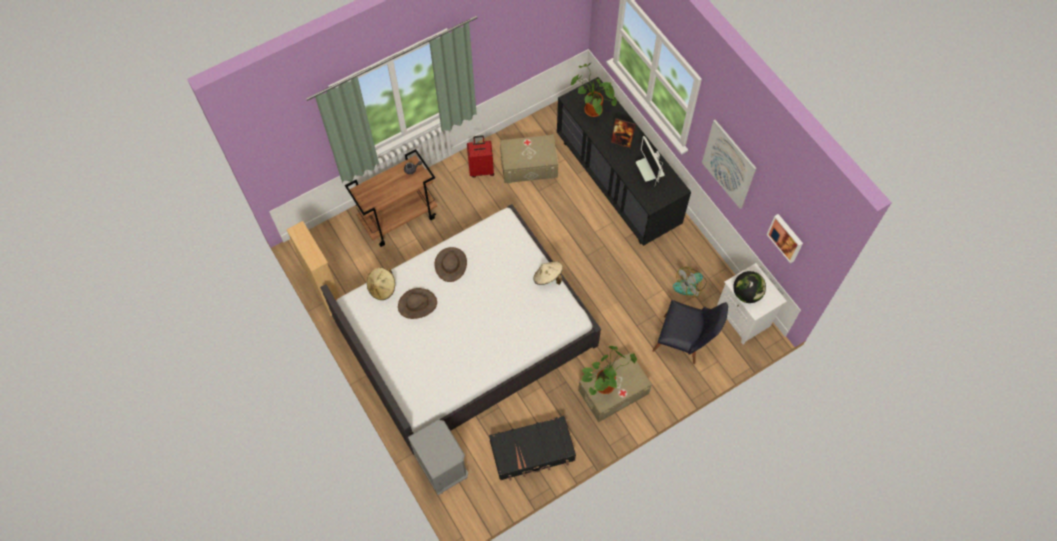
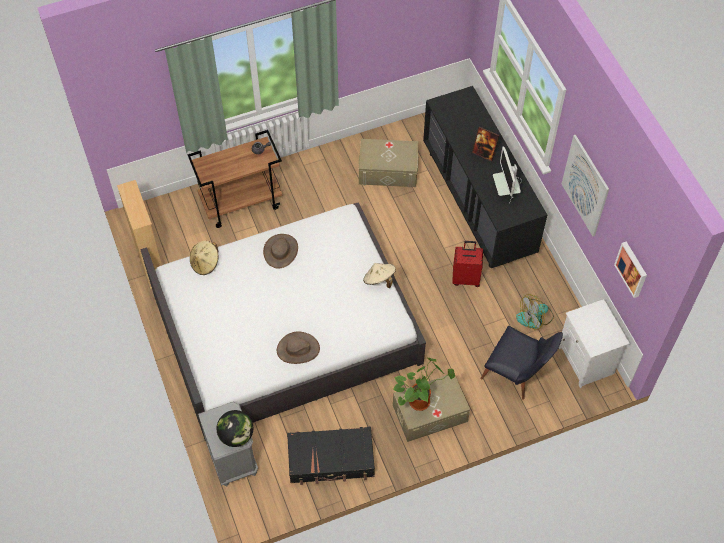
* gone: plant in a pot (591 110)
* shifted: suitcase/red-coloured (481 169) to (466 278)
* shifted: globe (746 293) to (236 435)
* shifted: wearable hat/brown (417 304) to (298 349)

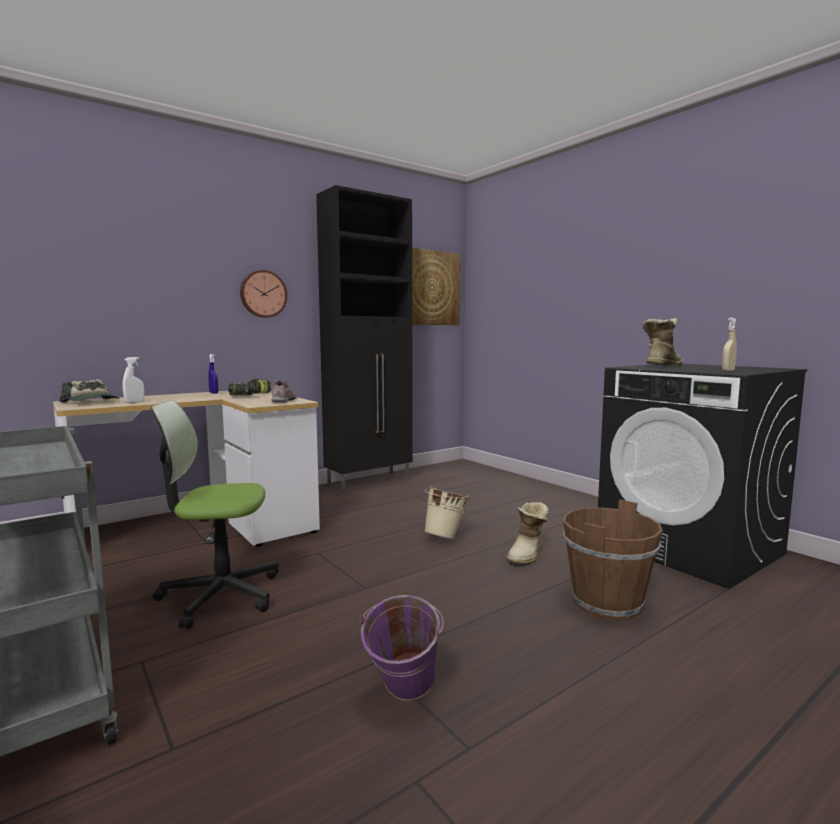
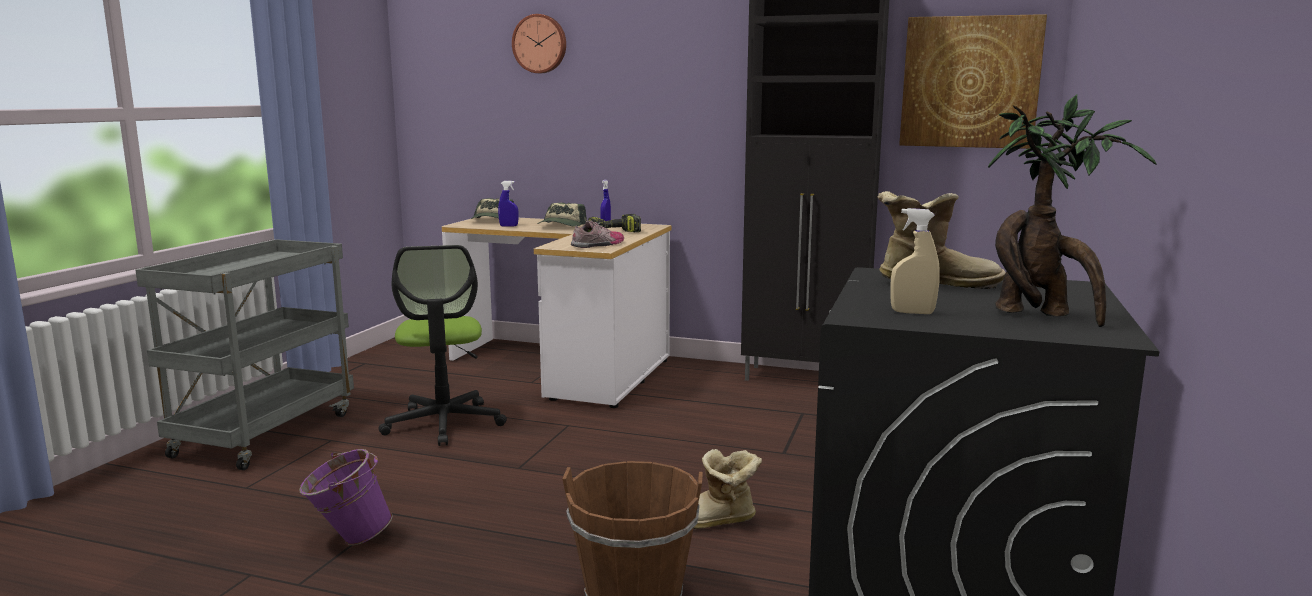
* shifted: clock on the wall (263 294) to (540 44)
* repainted: spray bottle/whitish (134 402) to spray bottle/blue (508 226)
* rotated: office chair (220 595) = (444 423) 150 degrees counterclockwise
* gone: bucket/beige (446 537)
* new: plant in a pot (1041 316)
* new: peaked cap (561 226)

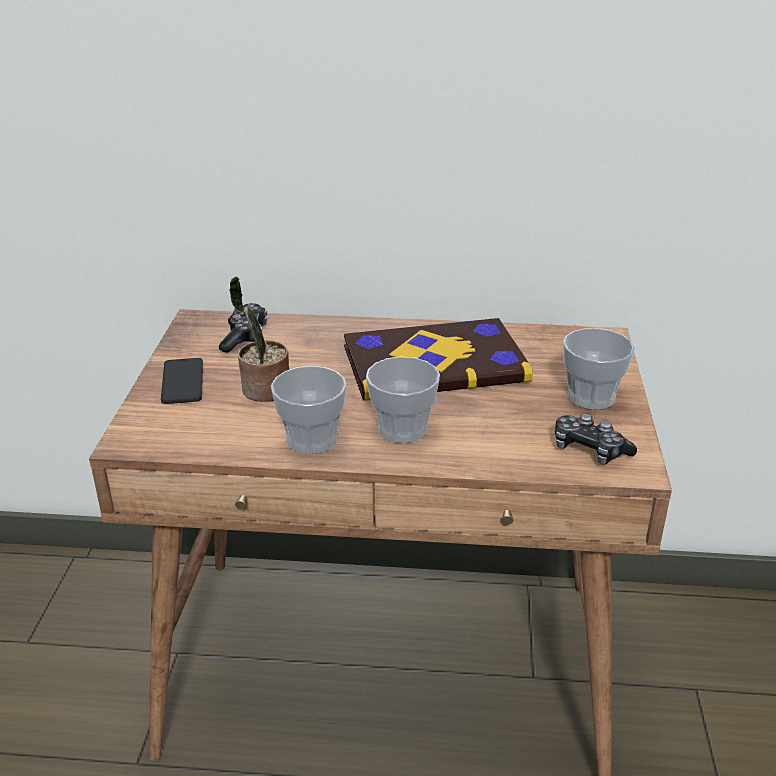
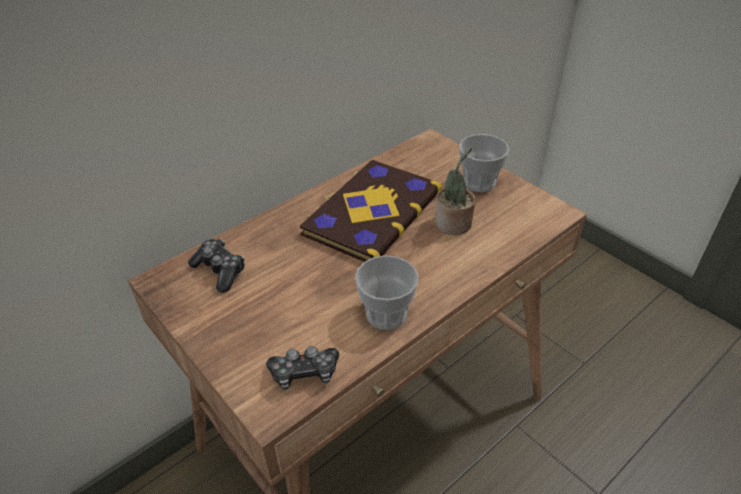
* shifted: plant in a pot (263 390) to (454 225)
* gone: drinking cup (402 429)
* gone: handset (182 381)
* shifted: gamepad (589 450) to (304 373)

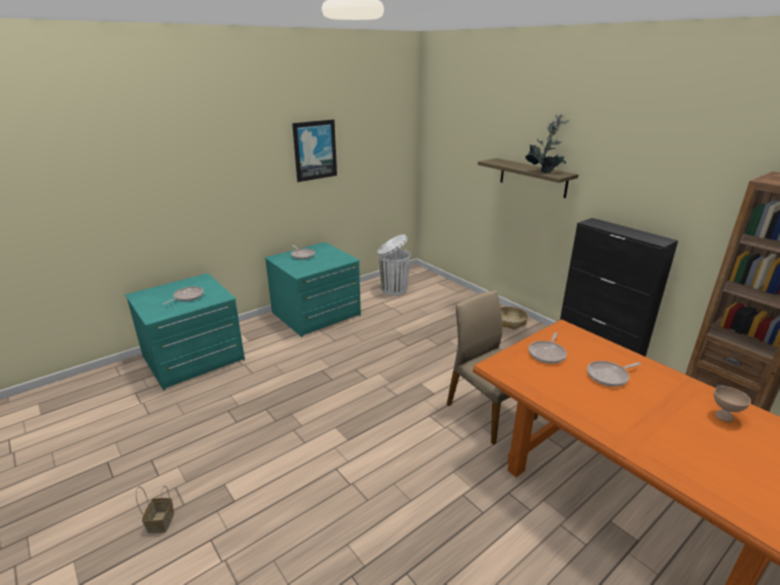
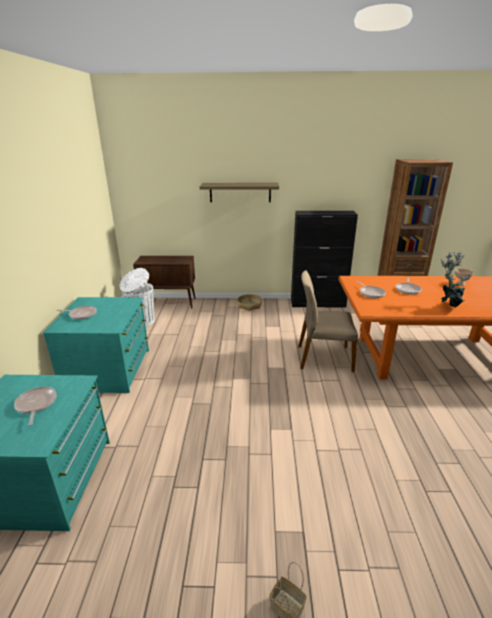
* shifted: plant in a pot (544 171) to (448 305)
* gone: picture (314 150)
* new: cupboard/brown (169 303)

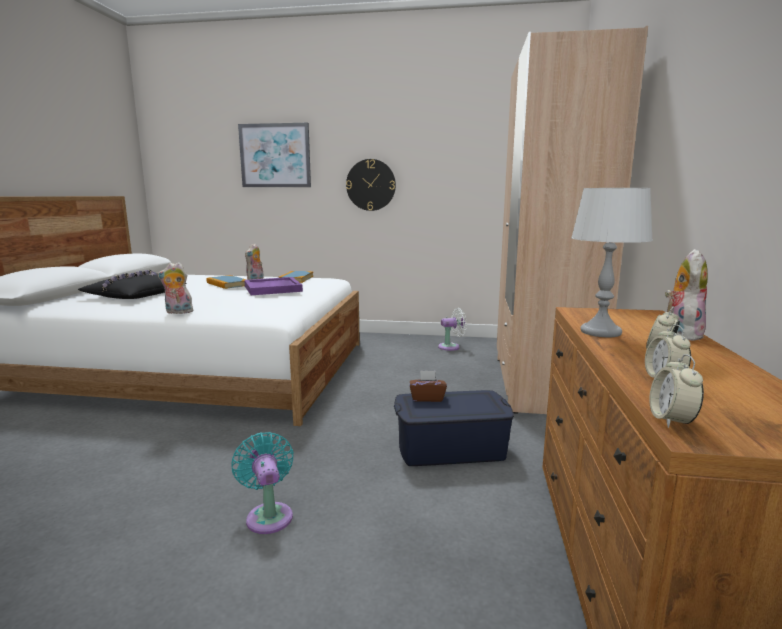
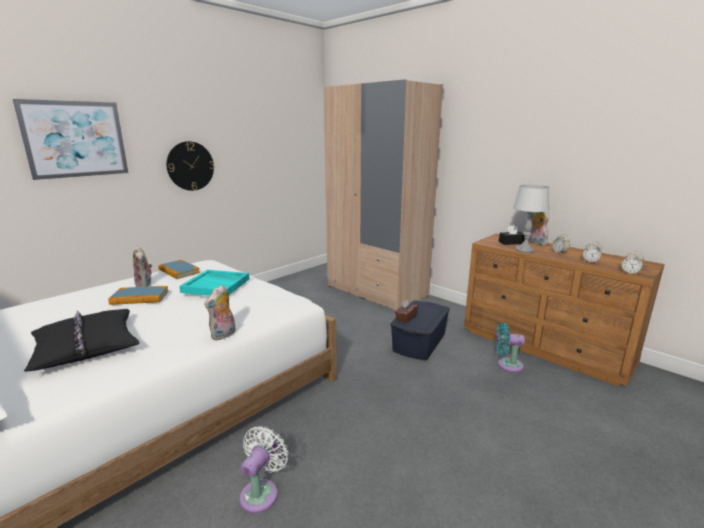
* repainted: tray/purplish (273 289) to tray/turquoise (217 285)
* shifted: cooling fan/whitish (451 347) to (261 492)
* shifted: cooling fan/turquoise (268 515) to (507 364)
* new: box of tissues/black-coloured (511 242)

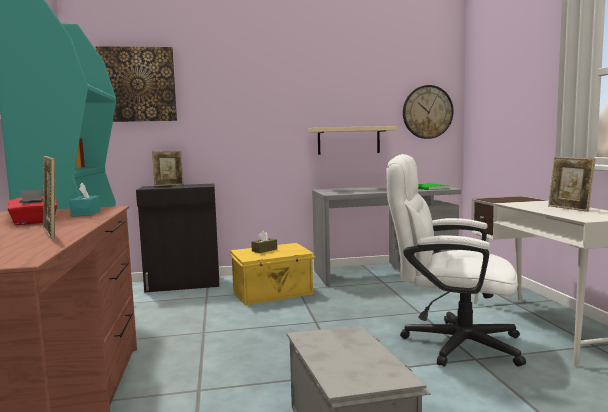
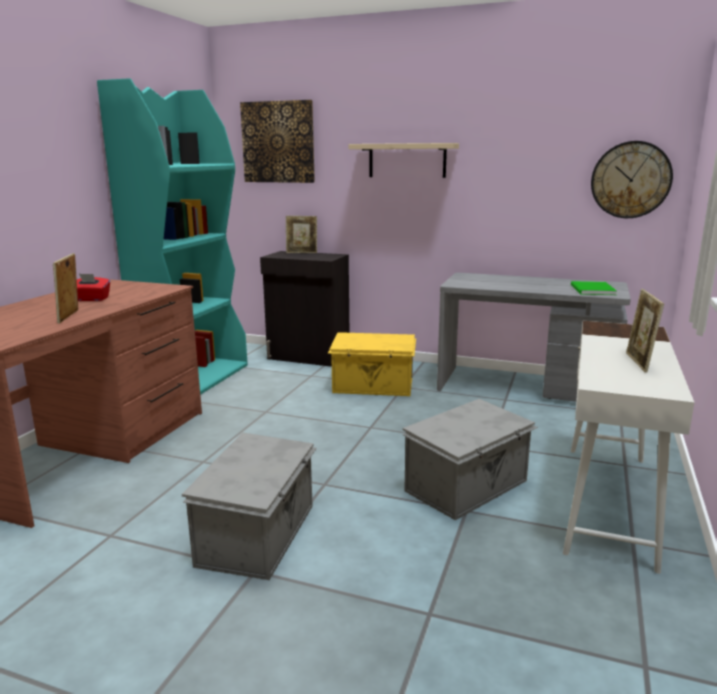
* shifted: wall shelf/beige (348 140) to (407 160)
* swapped: office chair/whitish (450 342) to storage bin/grey (468 486)
* gone: box of tissues/turquoise (86 213)
* gone: box of tissues/brown (264 250)

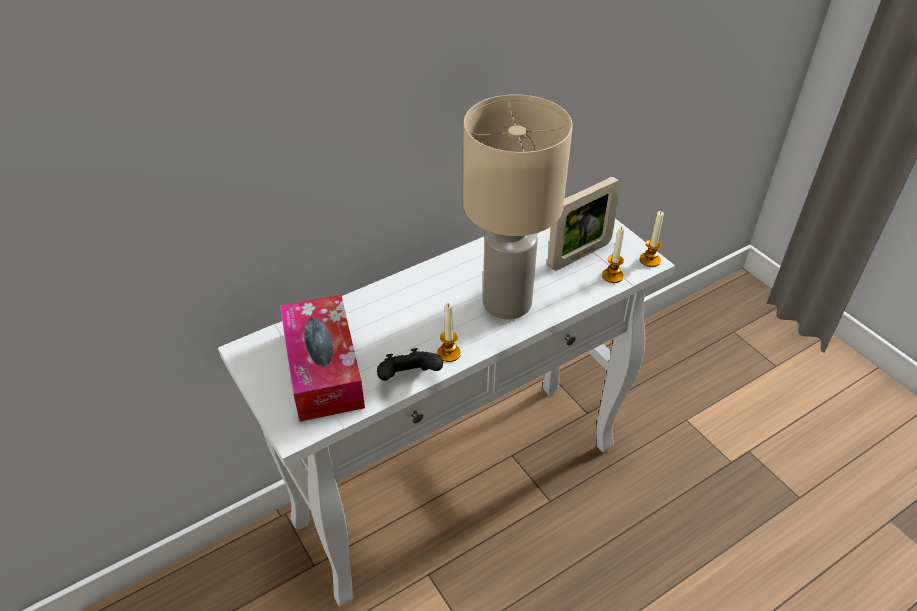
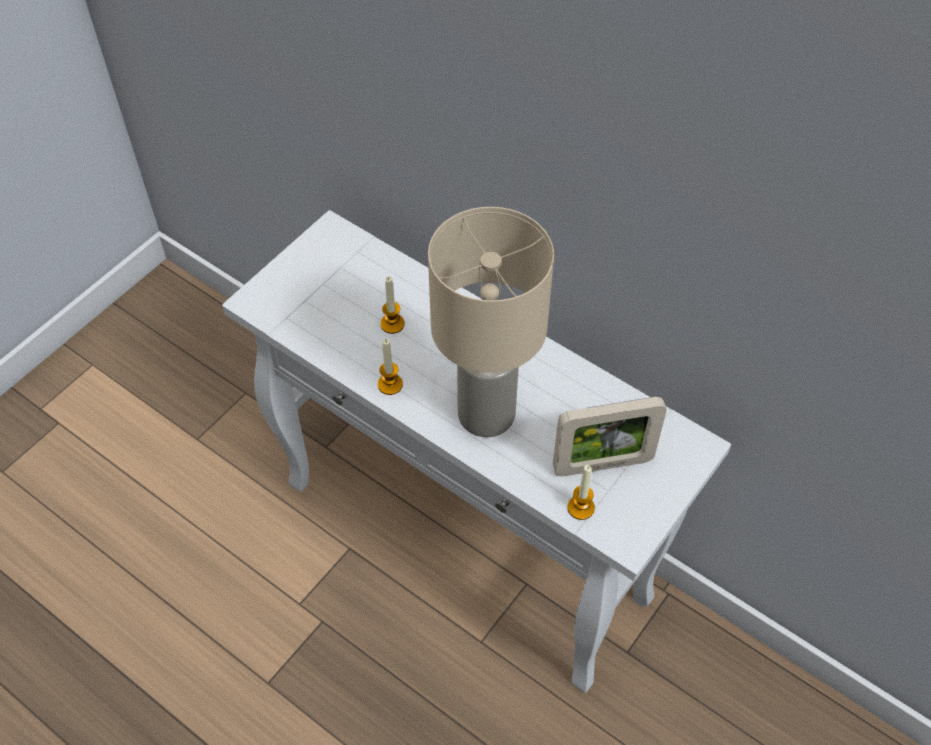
* rotated: photo frame (579 255) = (602 464) 45 degrees counterclockwise
* shifted: candle (650 260) to (392 324)
* gone: box of tissues (323 369)
* gone: gamepad/black-coloured (409 378)

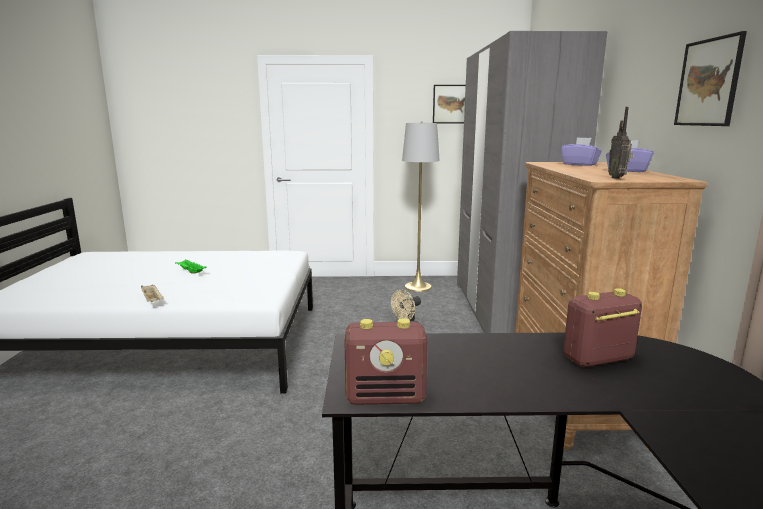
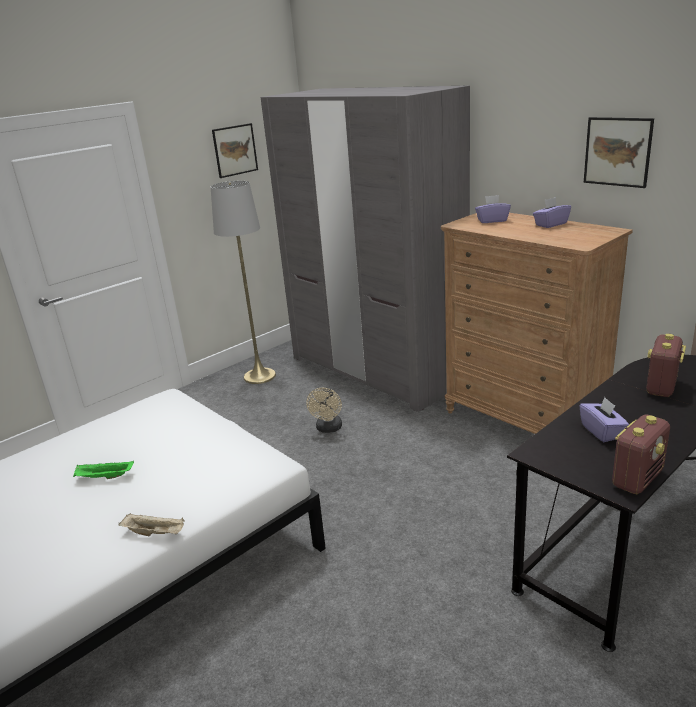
* gone: radio set (618 178)
* new: box of tissues/purplish (602 431)

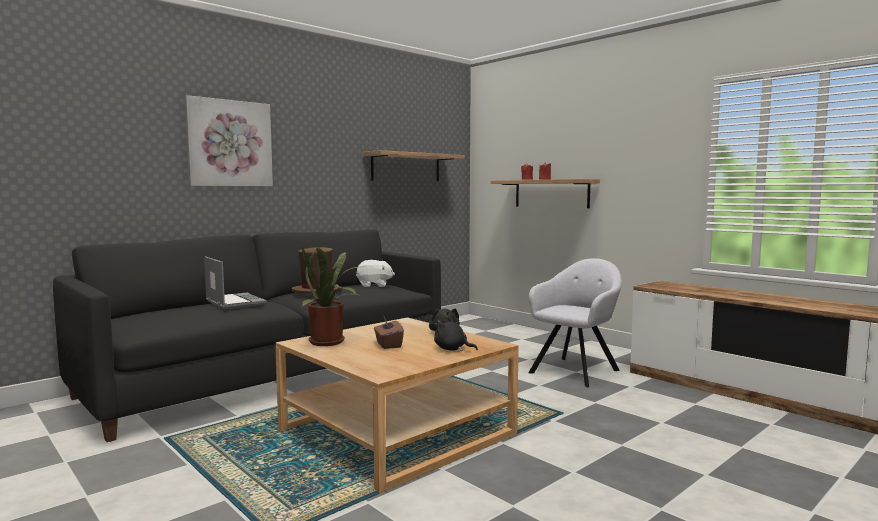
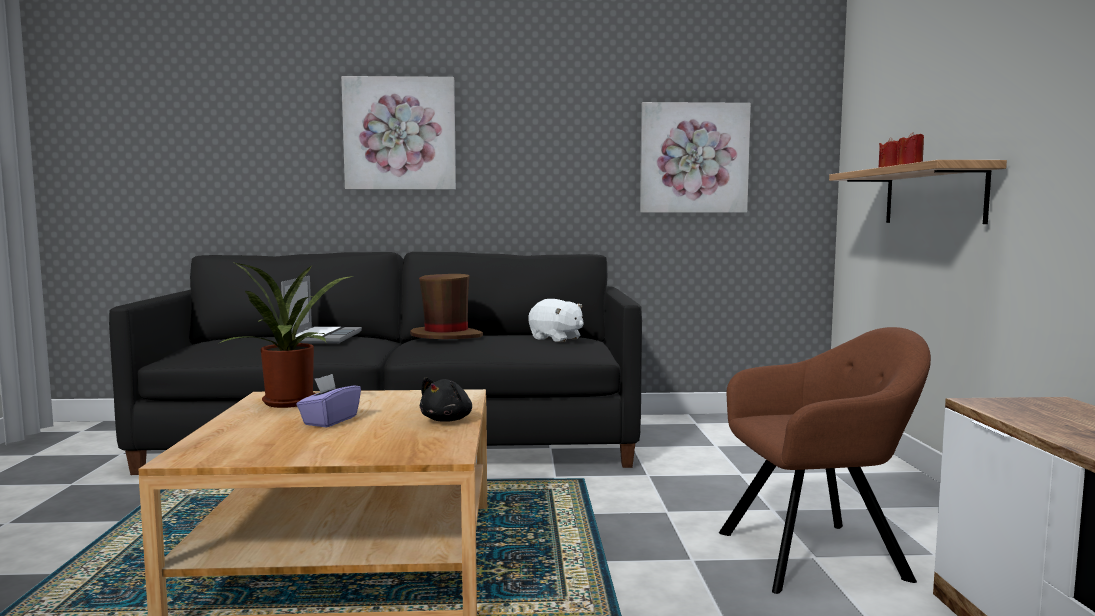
* swapped: wall shelf (406 167) to picture (693 158)
* repainted: easy chair/grey (576 370) to easy chair/brown (819 555)
* repainted: box of tissues/brown (388 345) to box of tissues/purplish (329 421)
* gone: soft toy/black-coloured (452 349)

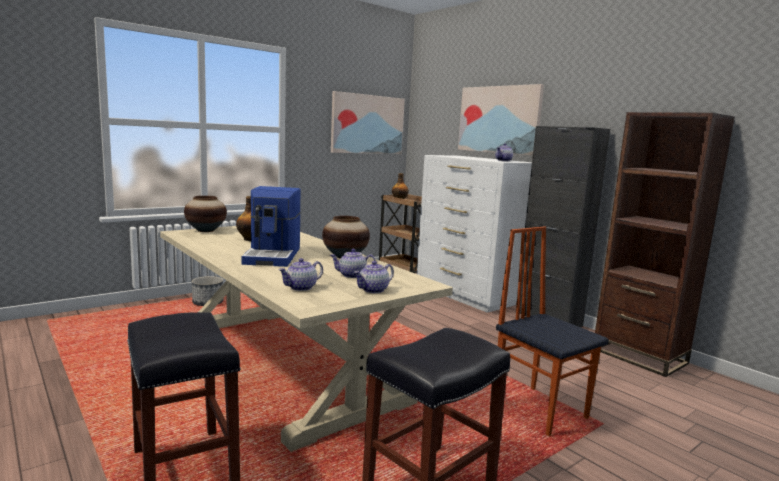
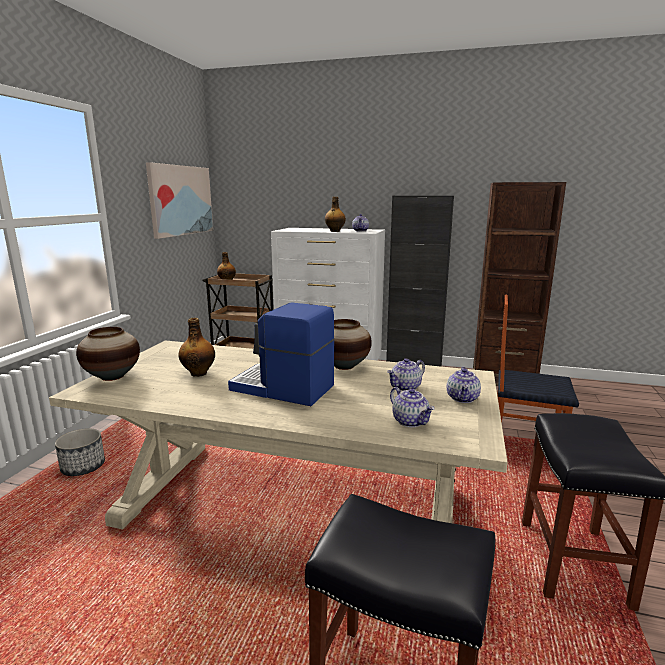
* gone: picture (499 119)
* rotated: coffee maker (274 256) = (282 389) 150 degrees clockwise
* rotated: tea pot (301 287) = (411 421) 45 degrees counterclockwise
* new: drink bottle (334 231)

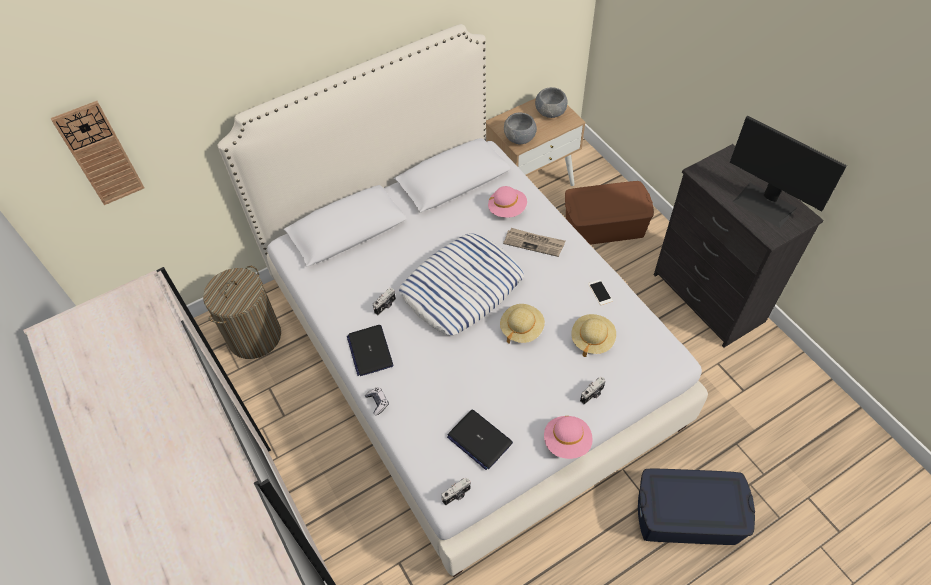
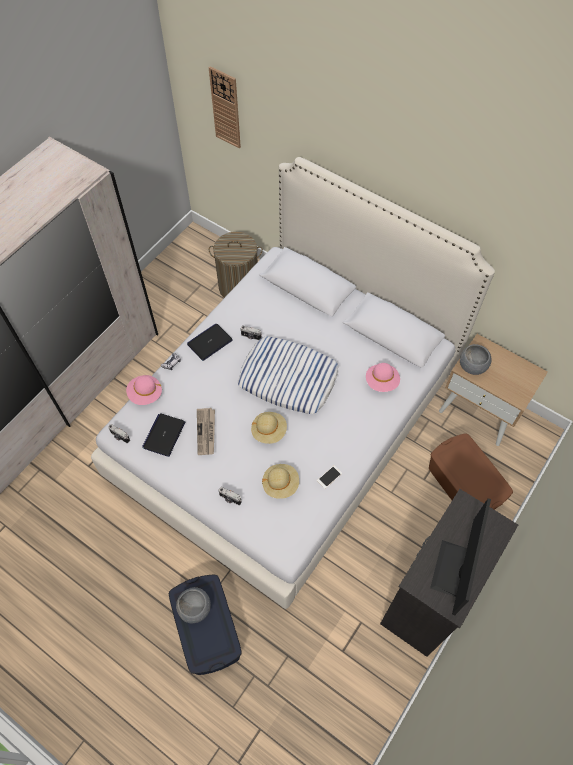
* shifted: bowl/grey (550 112) to (195 608)
* shifted: printed paper (534 243) to (206 432)
* shifted: wearable hat/pink (567 442) to (145 394)

